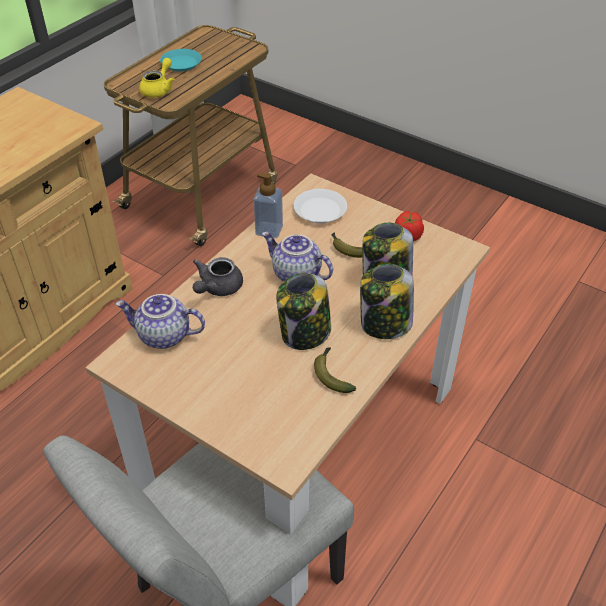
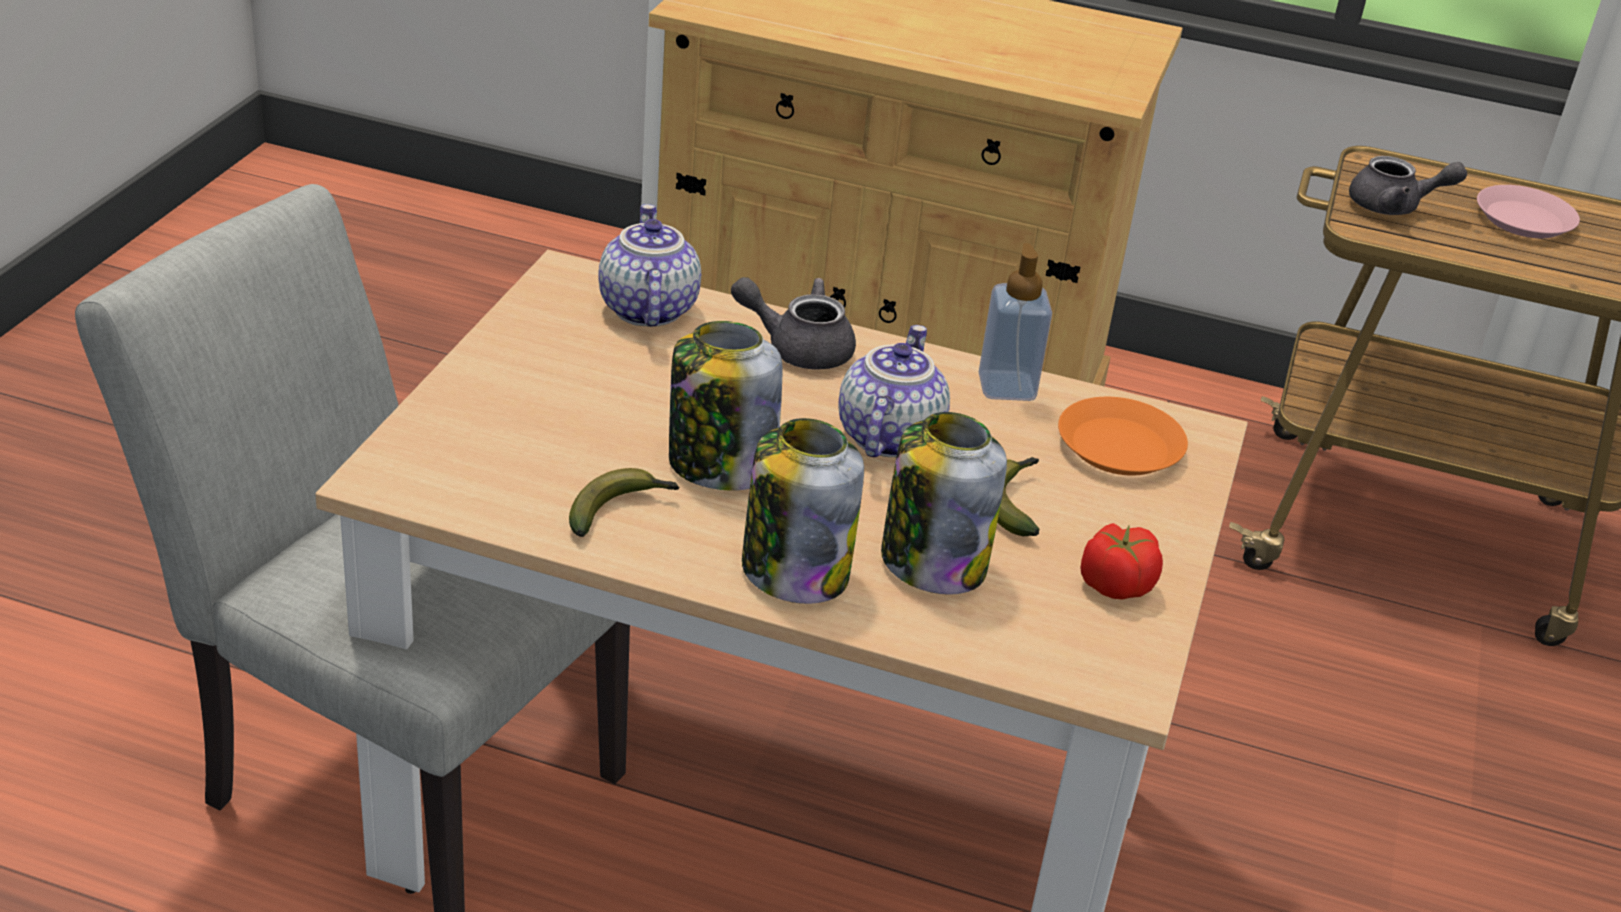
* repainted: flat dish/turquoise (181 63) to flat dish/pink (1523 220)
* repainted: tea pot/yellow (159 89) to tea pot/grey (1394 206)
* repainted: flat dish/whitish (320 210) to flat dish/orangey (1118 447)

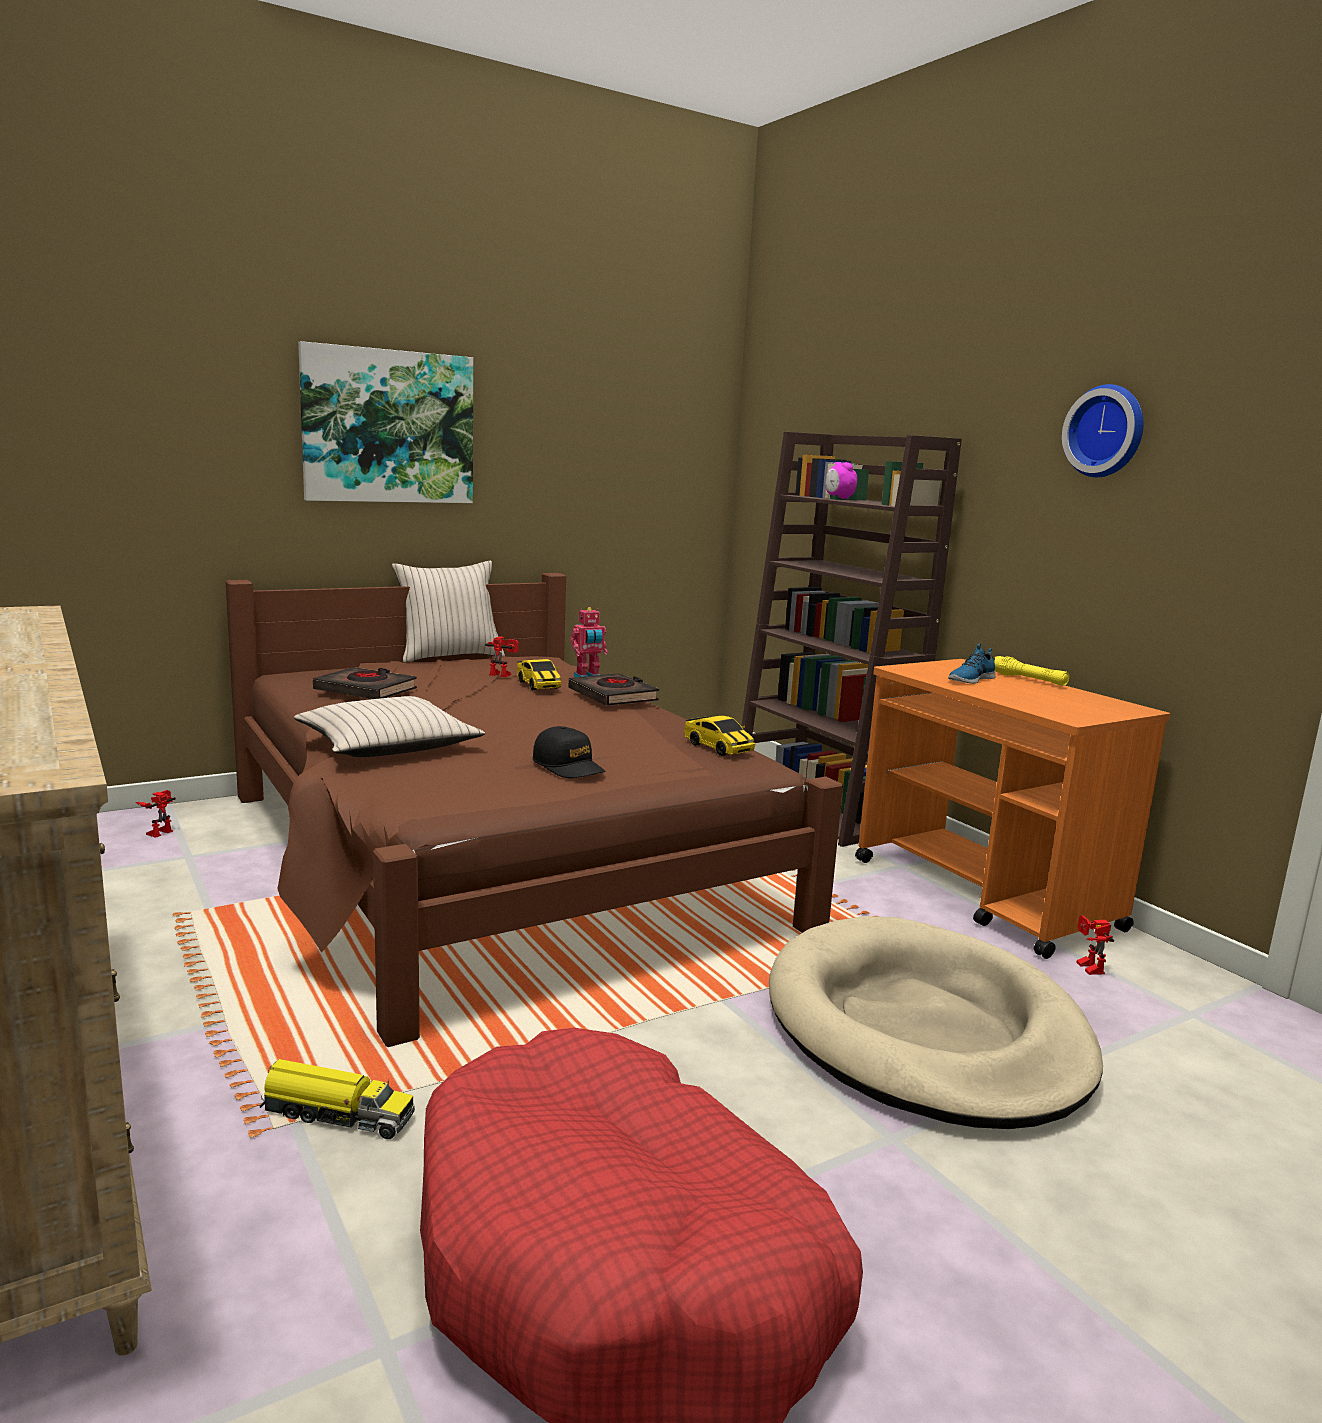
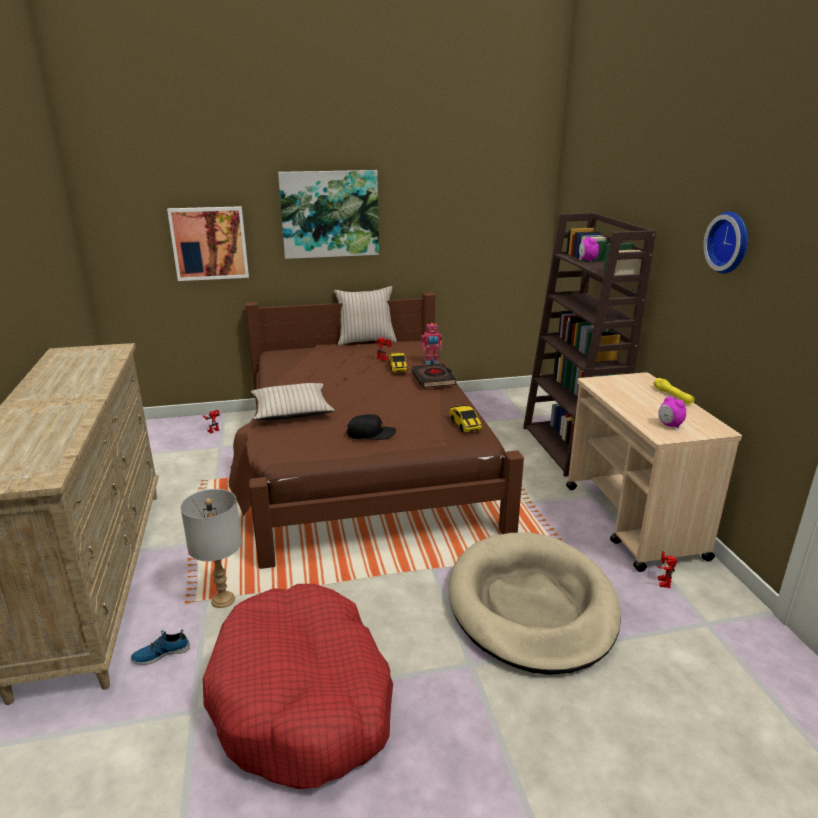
* shifted: item of footwear (970 679) to (161 653)
* repainted: trolley/orangey (985 895) to trolley/beige (633 522)
* gone: book/black-coloured (366 690)
* rotated: peaked cap/black-coloured (568 767) = (371 434) 75 degrees counterclockwise
* swapped: toy lorry (336 1114) to tabletop lamp/grey (223 599)
* new: picture (209 243)
* new: alarm clock (669 425)

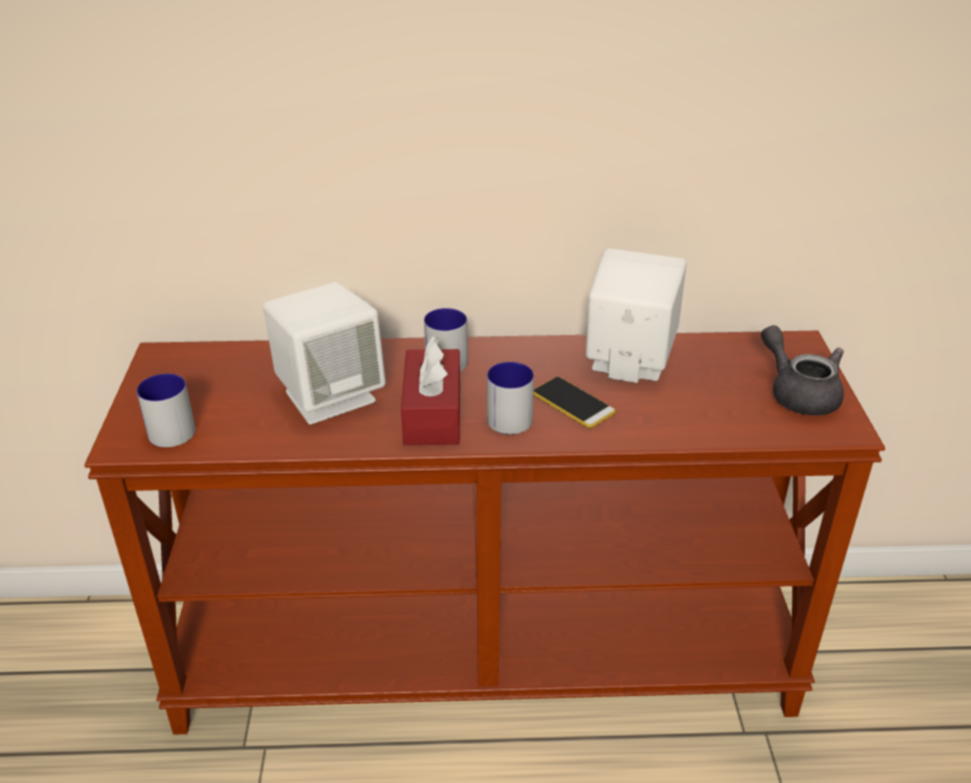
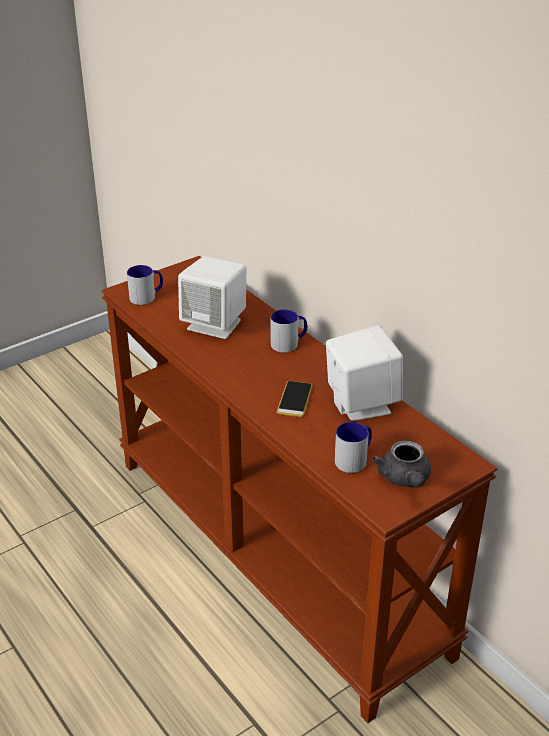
* rotated: tea pot/grey (799 393) = (405 480) 150 degrees clockwise
* gone: box of tissues/red-coloured (432 413)
* shifted: coffee mug (507 415) to (354 459)

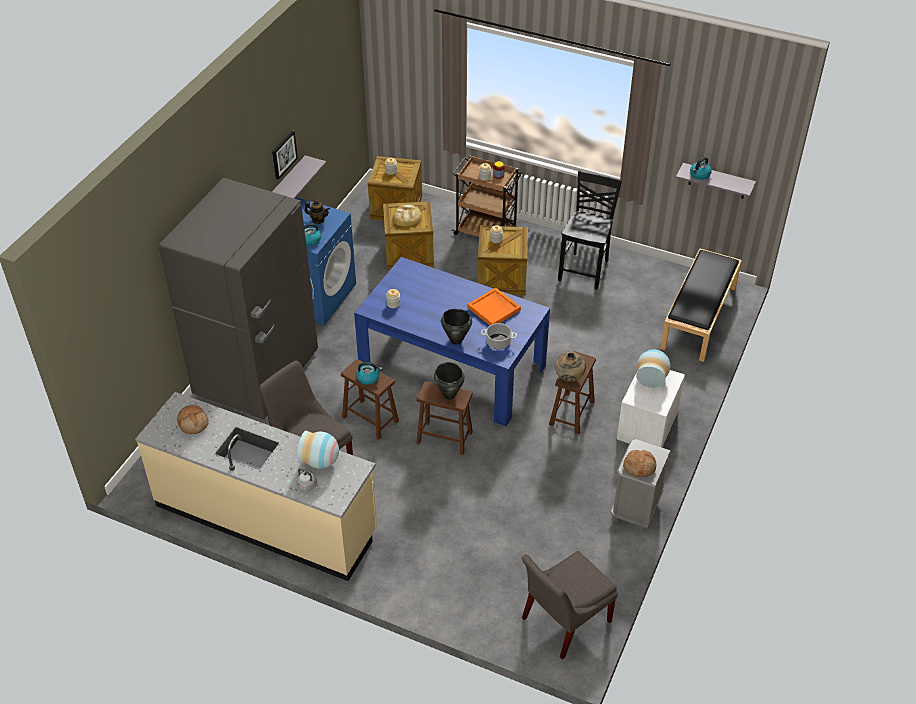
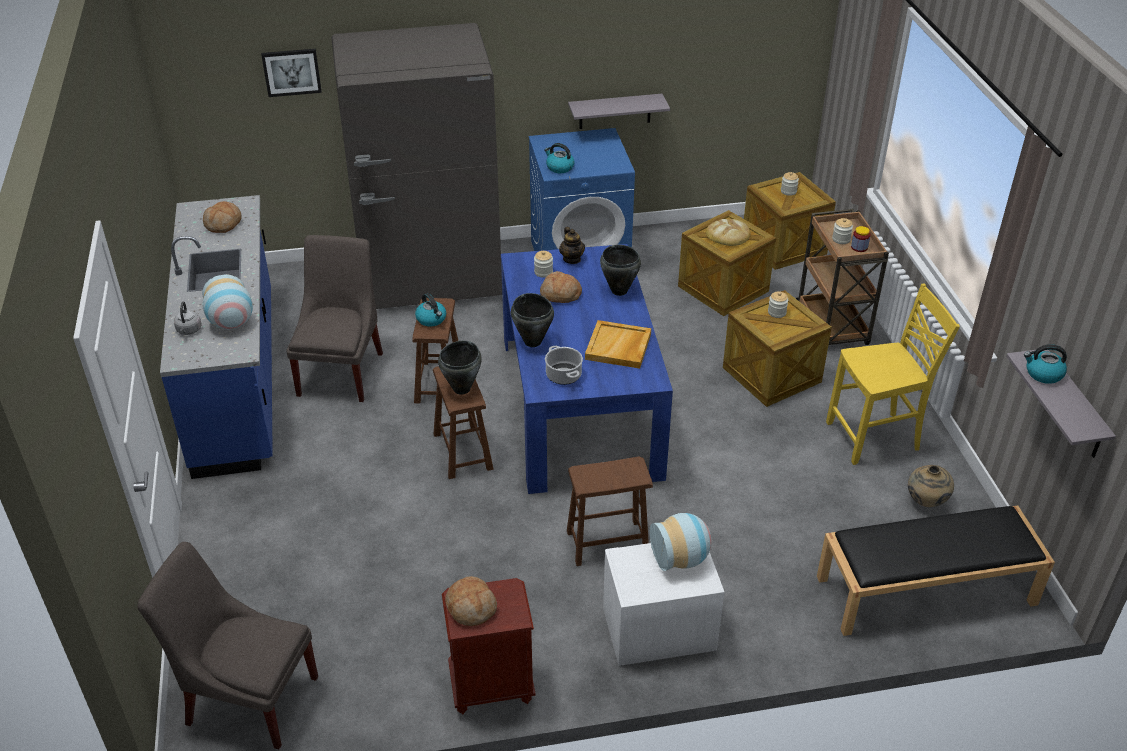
* shifted: picture (283 154) to (291 72)
* repainted: chair/black-coloured (585 270) to chair/yellow (875 437)
* shifted: tea pot (318 220) to (572 259)
* repainted: tray/orangey (494 309) to tray/beige (618 347)
* shifted: flower vase/beige (569 378) to (926 502)
* repainted: kitchen counter/beige (266 518) to kitchen counter/blue (238 380)
* repainted: bedside table/grey (635 511) to bedside table/brown (491 686)
* new: cooking pot/black-coloured (619 291)
* new: baked bread (560 294)

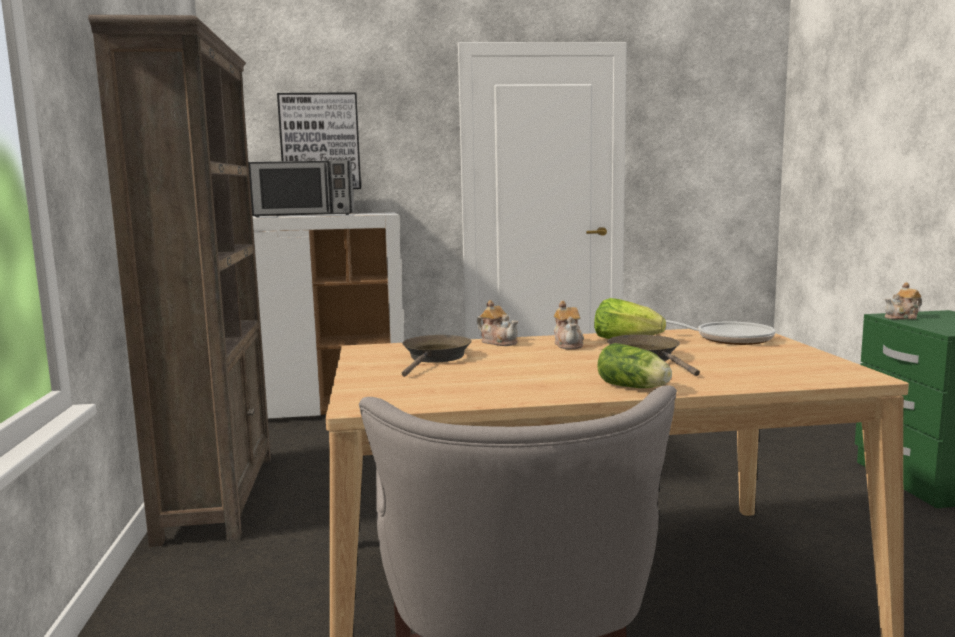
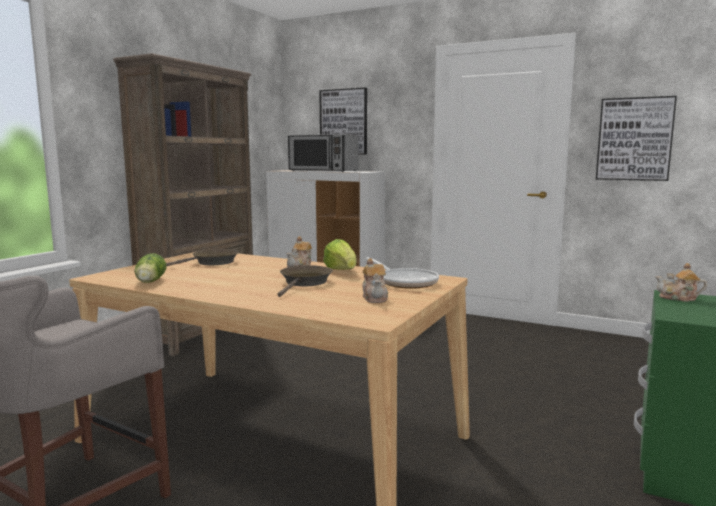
* shifted: tea pot (498 342) to (375 298)
* shifted: lettuce head (635 388) to (149 282)
* new: picture (634 139)

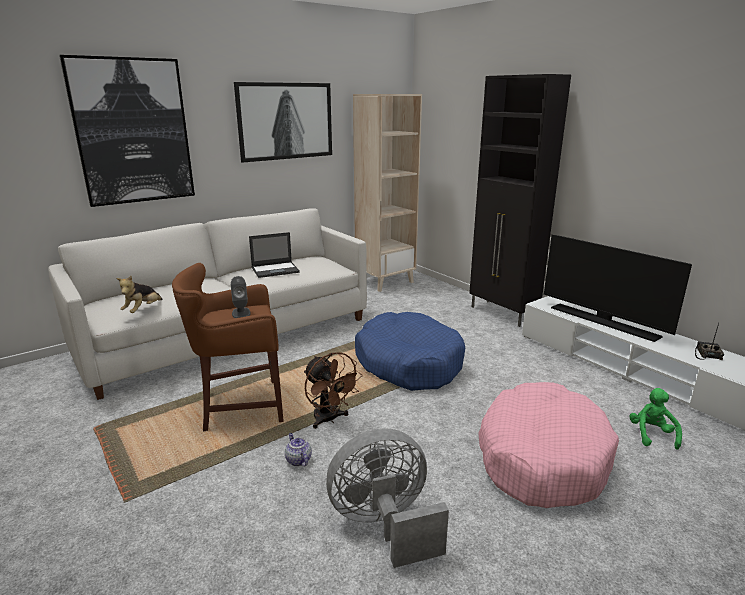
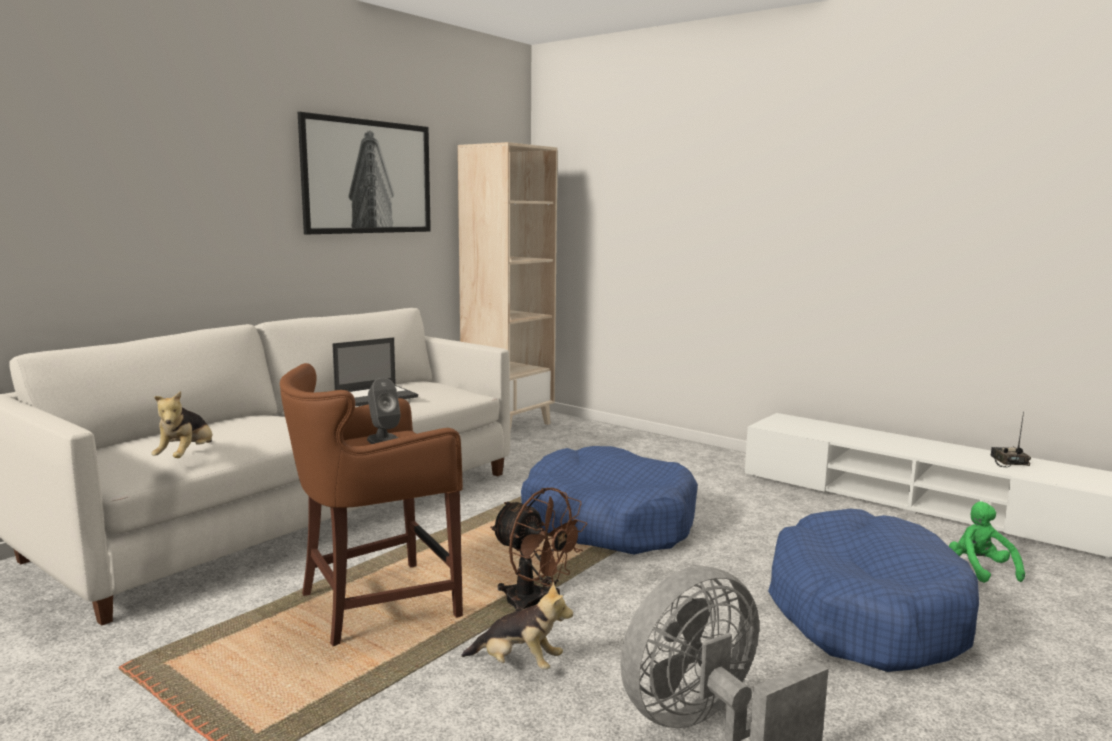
* gone: picture (133 132)
* gone: cupboard/black-coloured (503 314)
* gone: television (604 322)
* repainted: dog cushion/pink (541 457) to dog cushion/blue (865 613)
* swapped: tea pot (298 460) to soft toy (518 664)

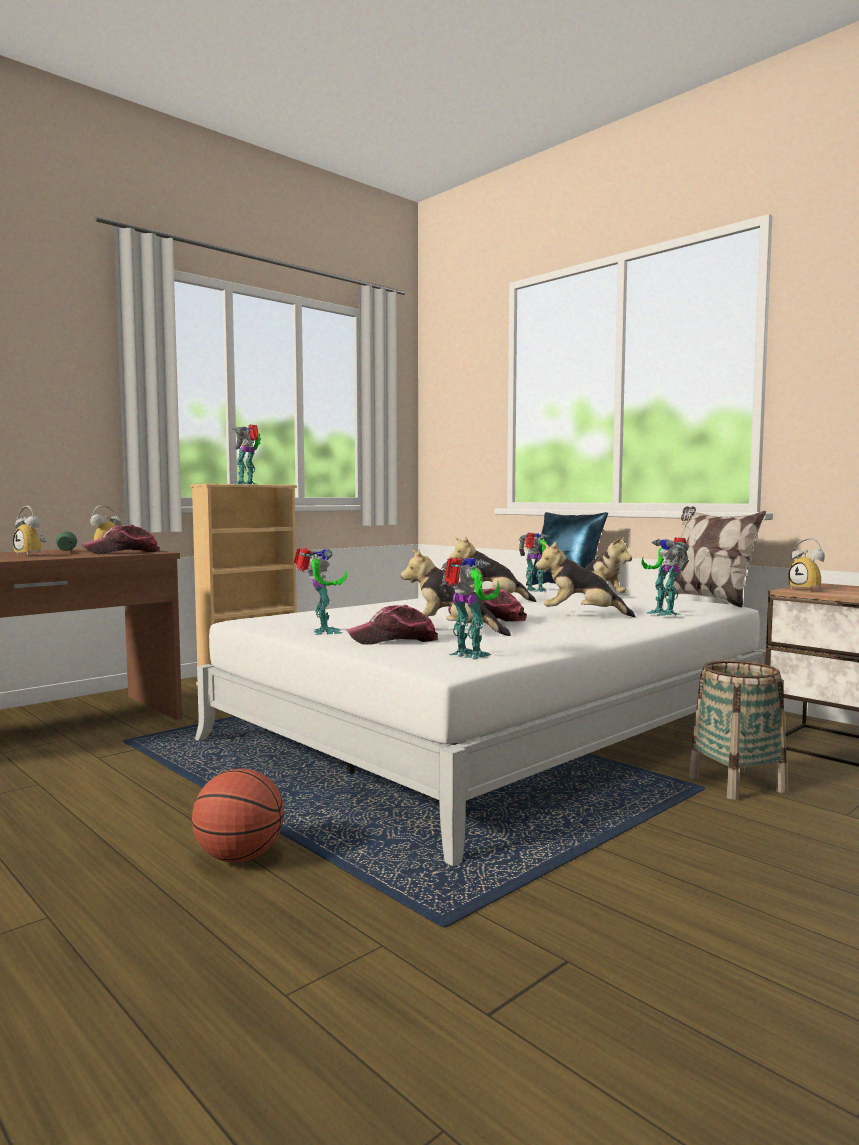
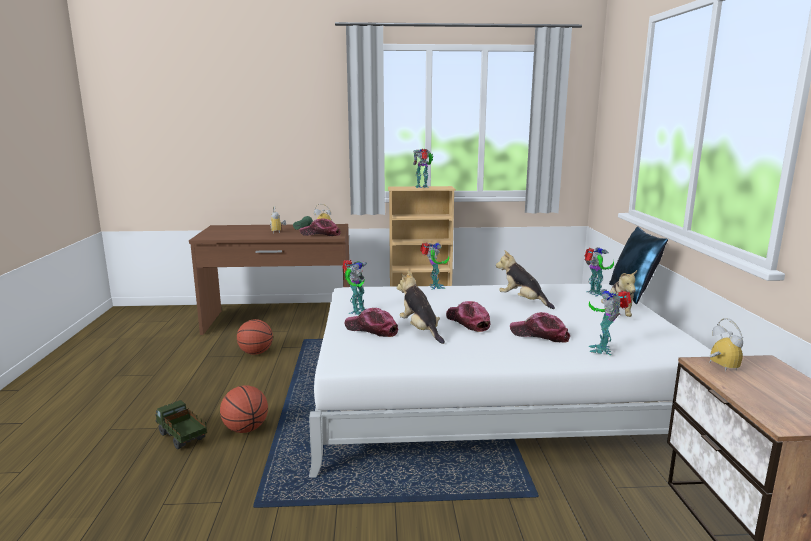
* gone: throw pillow (708 600)
* rotated: alarm clock (808 589) = (719 367) 150 degrees clockwise
* swapped: soft toy (581 616) to peaked cap (539 335)
* shifted: toy robot (469 656) to (434 287)
* gone: storage basket (736 784)
* new: basketball (256 353)
* new: toy lorry (181 438)

